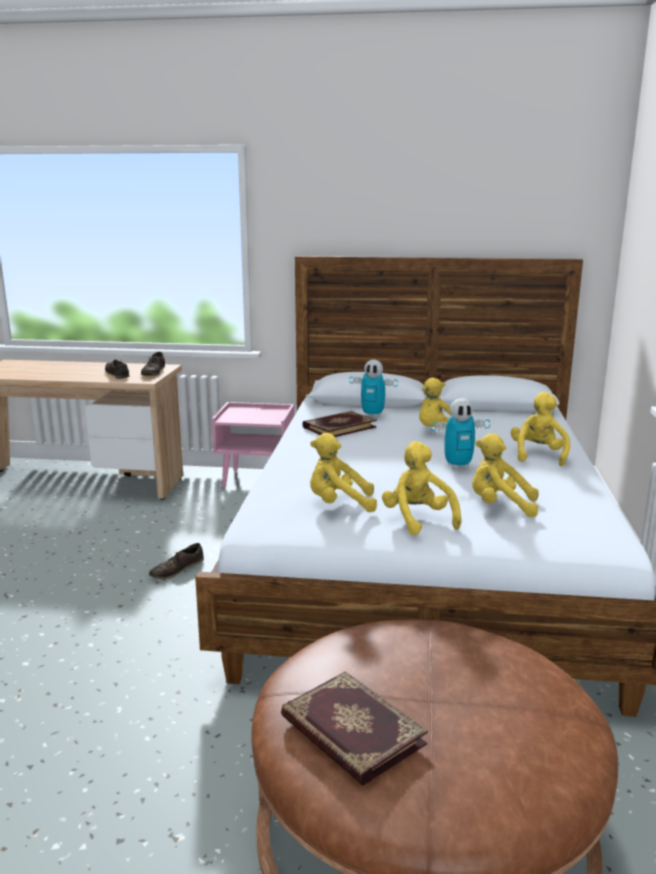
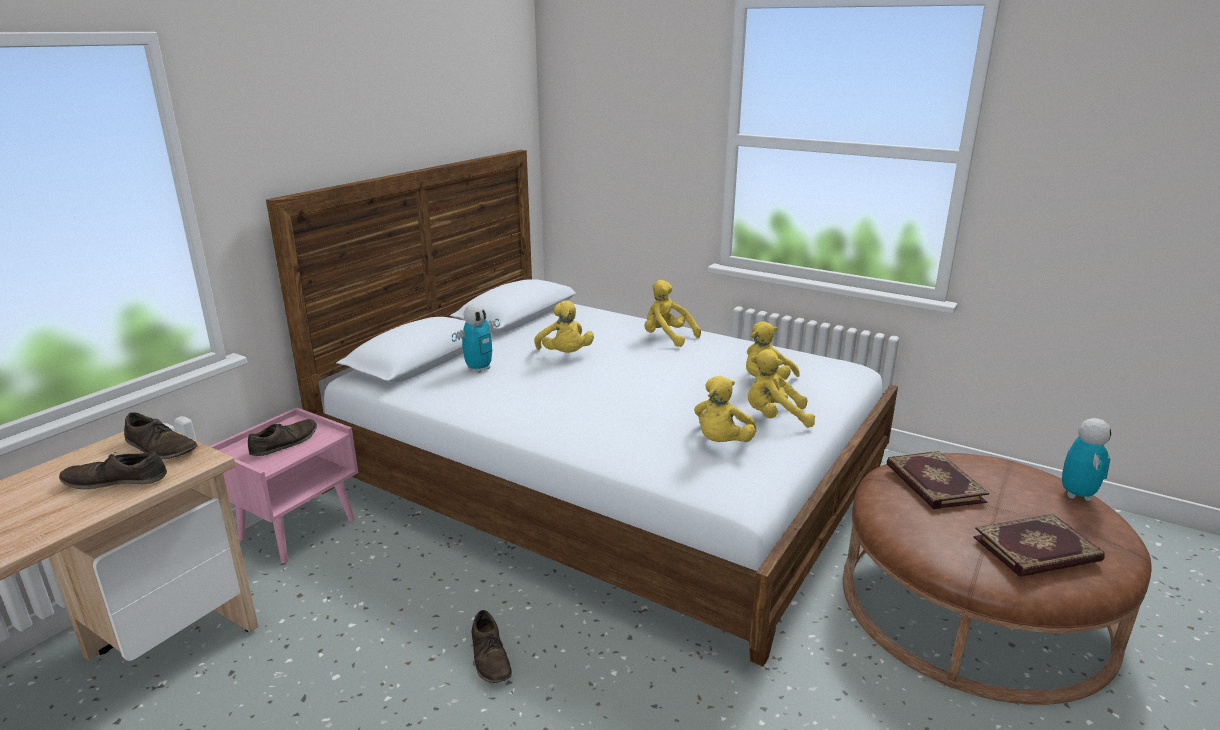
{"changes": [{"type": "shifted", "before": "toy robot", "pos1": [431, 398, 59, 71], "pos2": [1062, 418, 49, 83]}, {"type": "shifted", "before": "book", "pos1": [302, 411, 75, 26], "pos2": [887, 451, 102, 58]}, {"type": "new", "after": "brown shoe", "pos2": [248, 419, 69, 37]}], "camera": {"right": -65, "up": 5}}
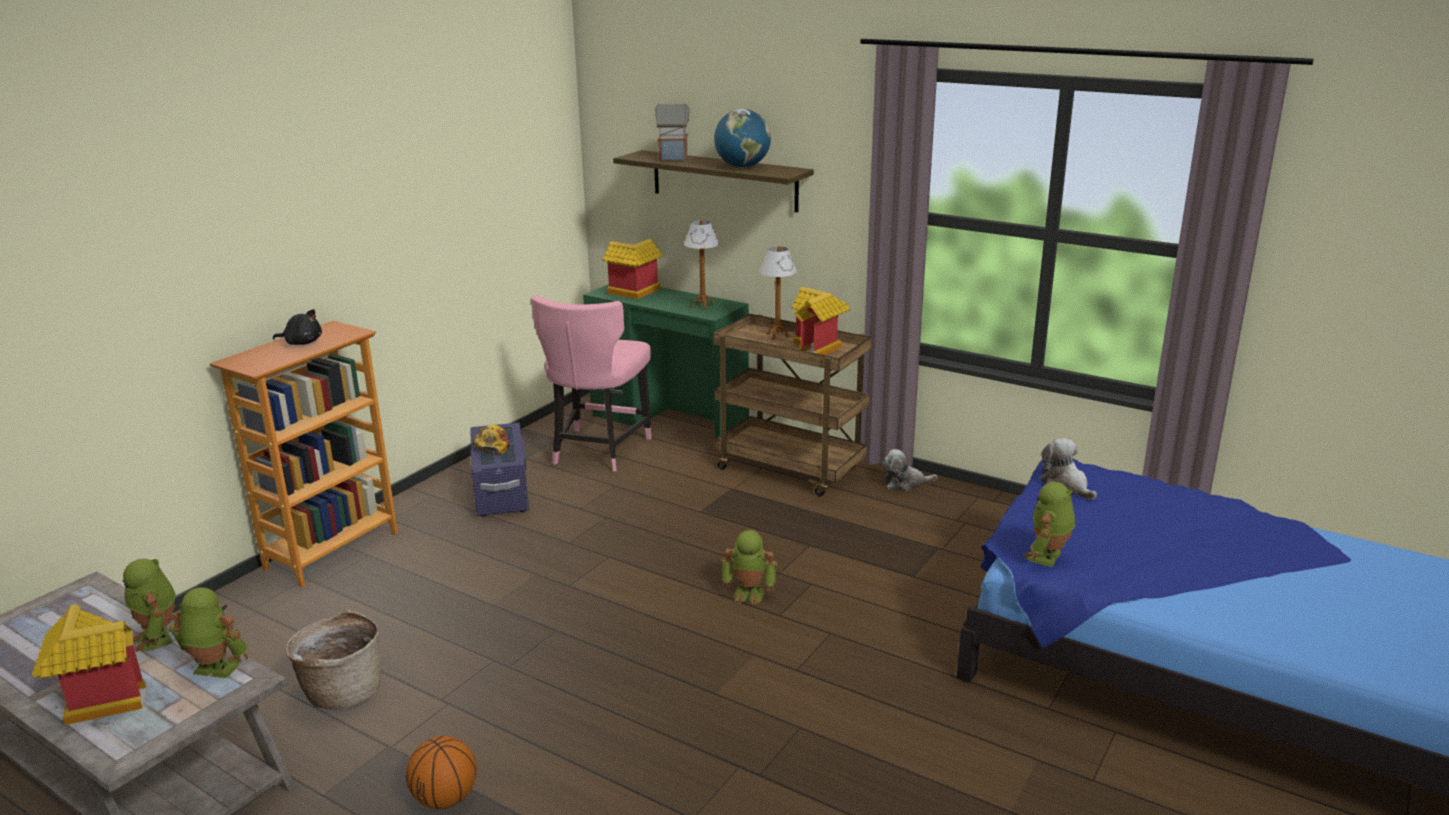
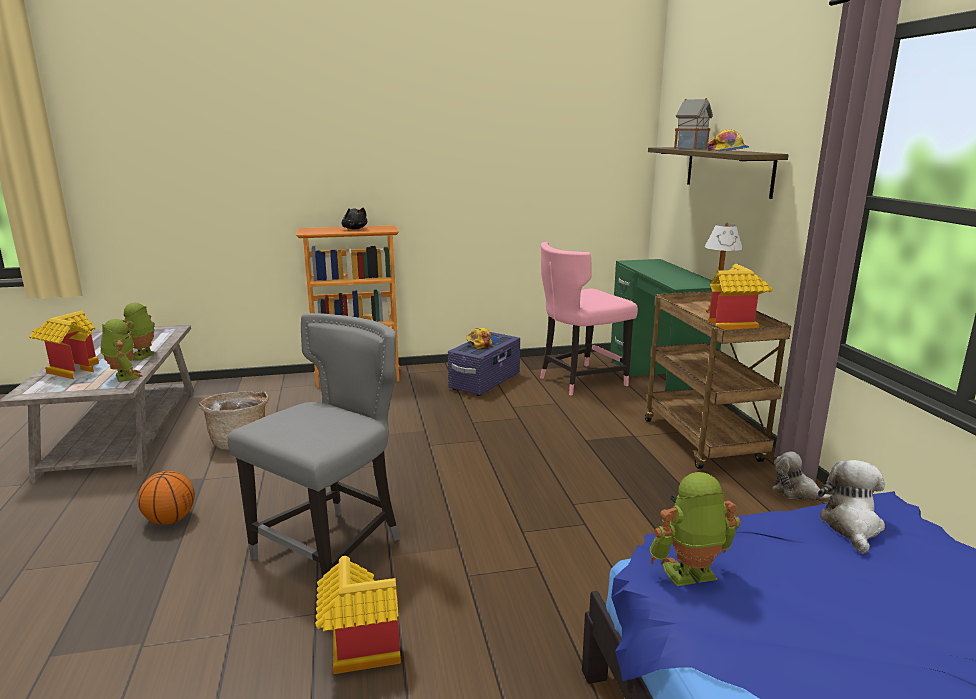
{"changes": [{"type": "swapped", "before": "globe", "after": "cap", "pos1": [714, 109, 57, 59], "pos2": [707, 129, 42, 22]}, {"type": "gone", "before": "table lamp", "pos1": [684, 220, 35, 89]}, {"type": "shifted", "before": "toy house", "pos1": [603, 239, 61, 60], "pos2": [315, 556, 86, 118]}, {"type": "gone", "before": "toy robot", "pos1": [721, 530, 56, 75]}, {"type": "new", "after": "grey chair", "pos2": [228, 313, 172, 265]}], "camera": {"right": 45, "up": -5}}
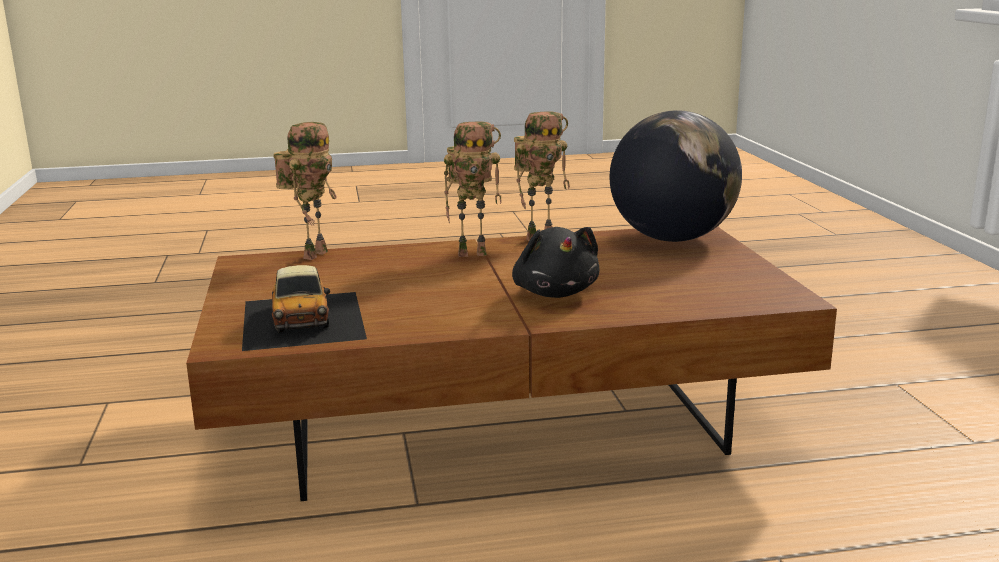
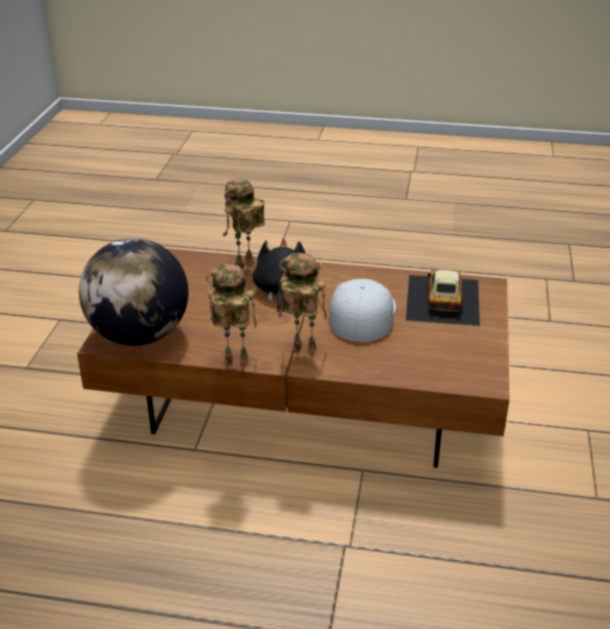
{"changes": [{"type": "shifted", "before": "toy robot", "pos1": [273, 122, 64, 138], "pos2": [223, 178, 42, 91]}, {"type": "new", "after": "white cap", "pos2": [329, 279, 67, 63]}], "camera": {"right": -160, "up": 15}}
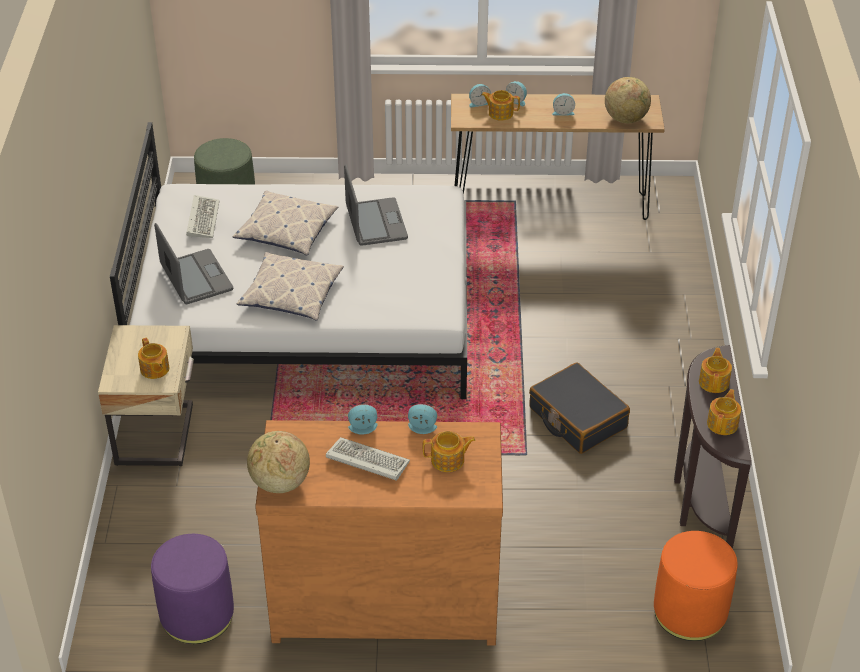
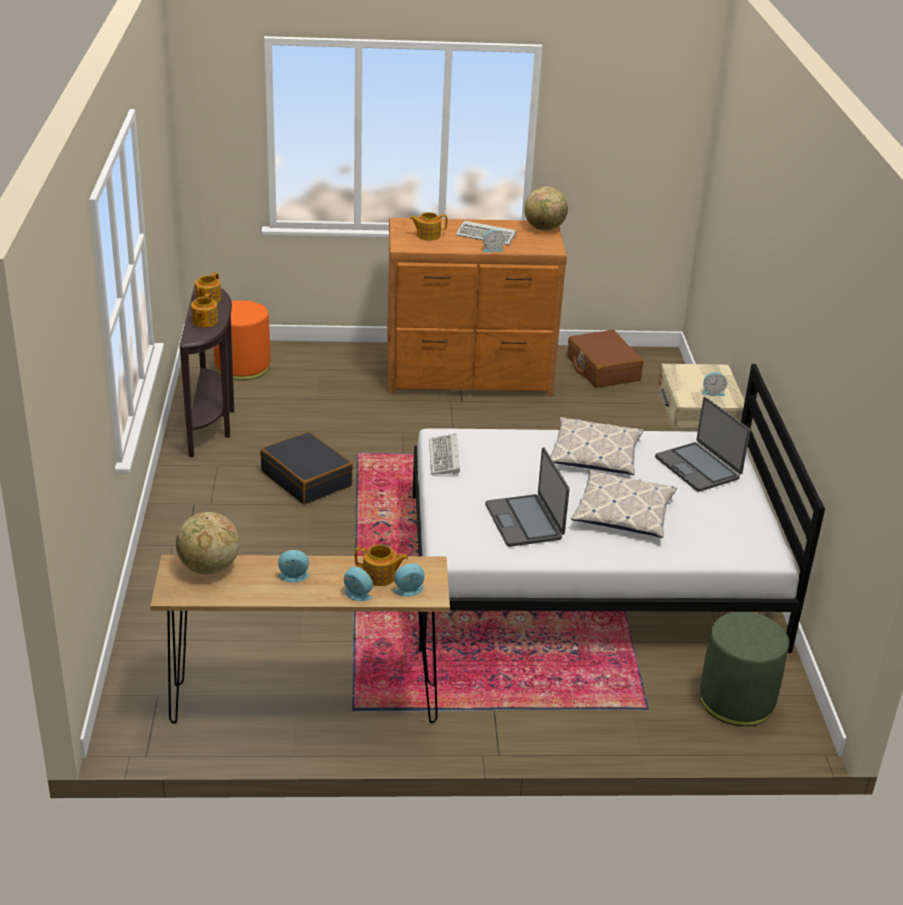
{"changes": [{"type": "shifted", "before": "keyboard", "pos1": [186, 195, 34, 43], "pos2": [429, 433, 31, 42]}, {"type": "gone", "before": "teapot", "pos1": [138, 337, 31, 42]}, {"type": "shifted", "before": "alarm clock", "pos1": [408, 404, 29, 30], "pos2": [701, 372, 26, 24]}, {"type": "swapped", "before": "purple ottoman", "after": "brown suitcase", "pos1": [151, 534, 83, 110], "pos2": [568, 330, 75, 58]}], "camera": {"right": 175, "up": -10}}
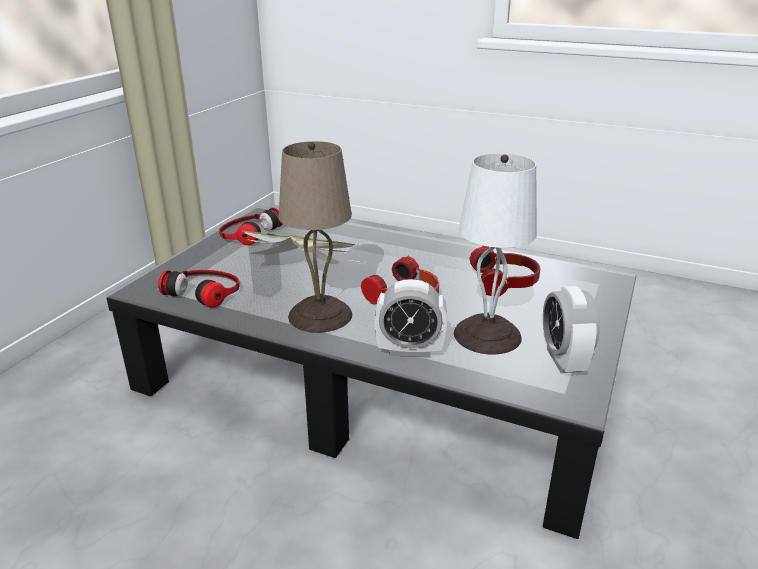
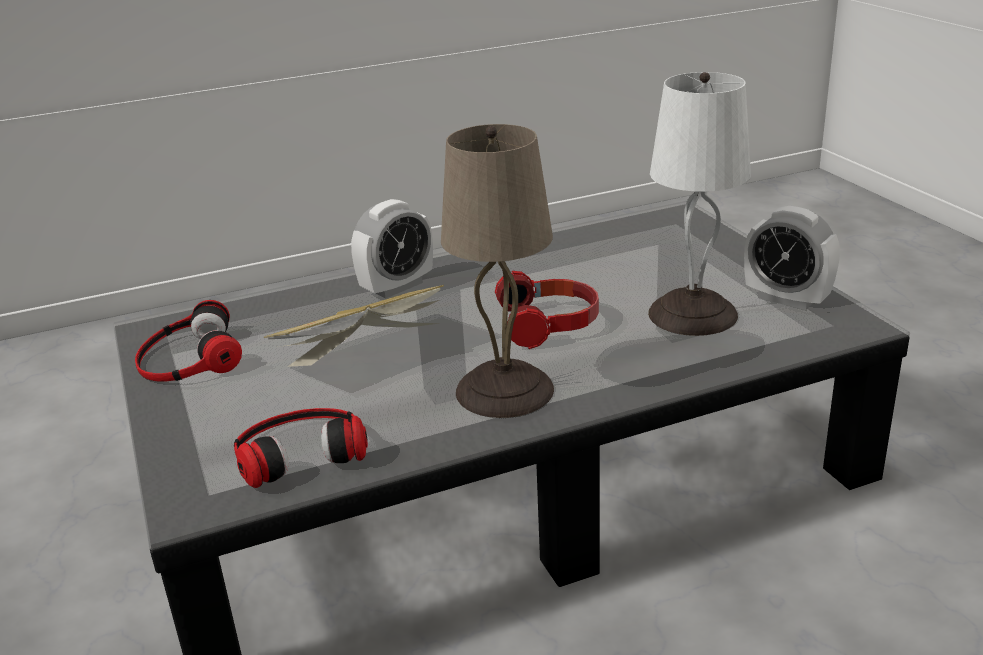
{"changes": [{"type": "gone", "before": "headphones", "pos1": [469, 245, 72, 52]}, {"type": "shifted", "before": "alarm clock", "pos1": [374, 279, 73, 78], "pos2": [351, 199, 82, 100]}], "camera": {"right": -45, "up": 0}}
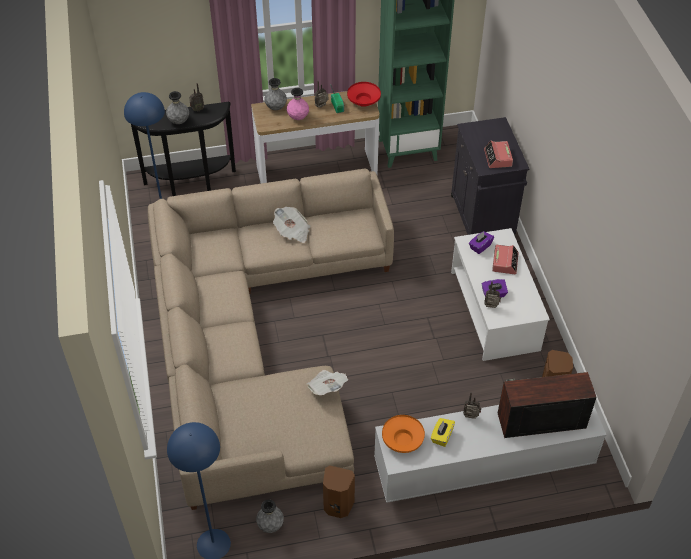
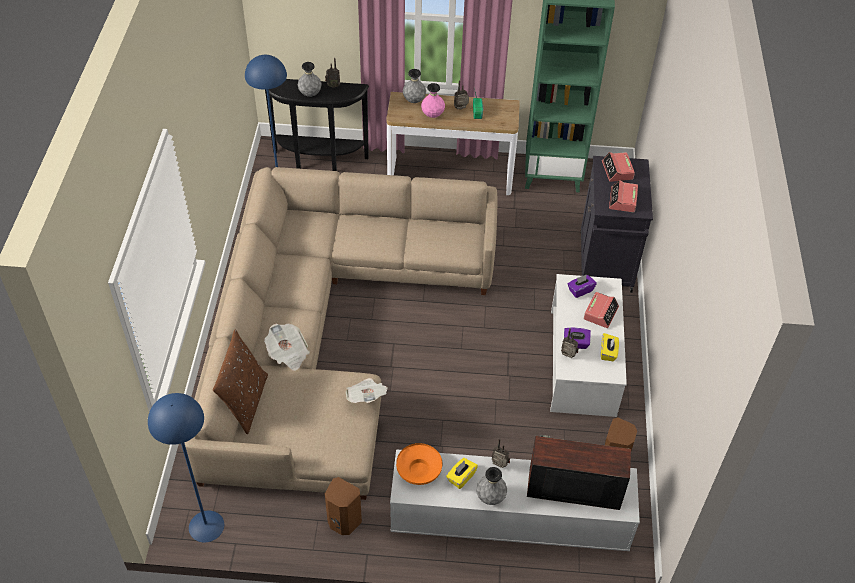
{"changes": [{"type": "gone", "before": "red bowl", "pos1": [347, 82, 34, 25]}, {"type": "shifted", "before": "newspaper", "pos1": [273, 207, 37, 36], "pos2": [264, 324, 46, 47]}, {"type": "shifted", "before": "grey vase", "pos1": [256, 499, 28, 34], "pos2": [476, 467, 31, 38]}, {"type": "new", "after": "alarm clock", "pos2": [602, 152, 33, 30]}, {"type": "new", "after": "brown pillow", "pos2": [213, 330, 55, 104]}, {"type": "new", "after": "yellow tissue box", "pos2": [601, 333, 18, 28]}], "camera": {"right": 15, "up": 0}}
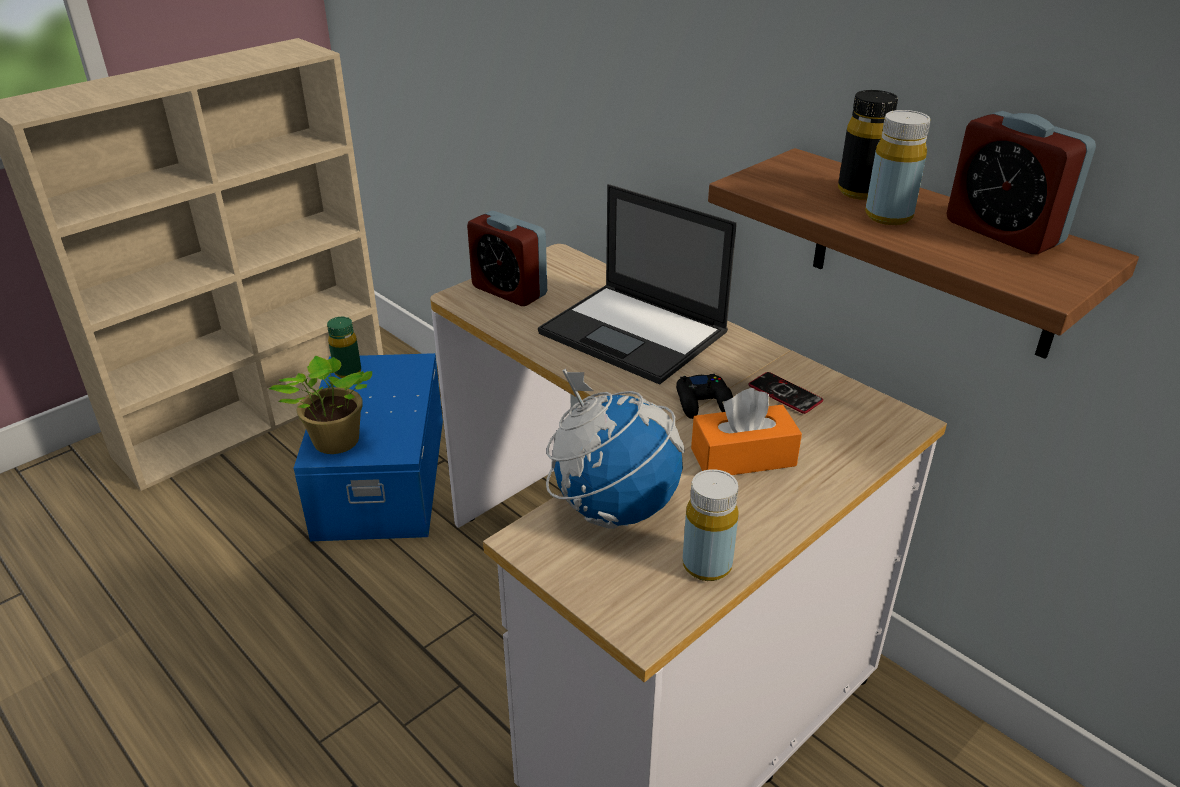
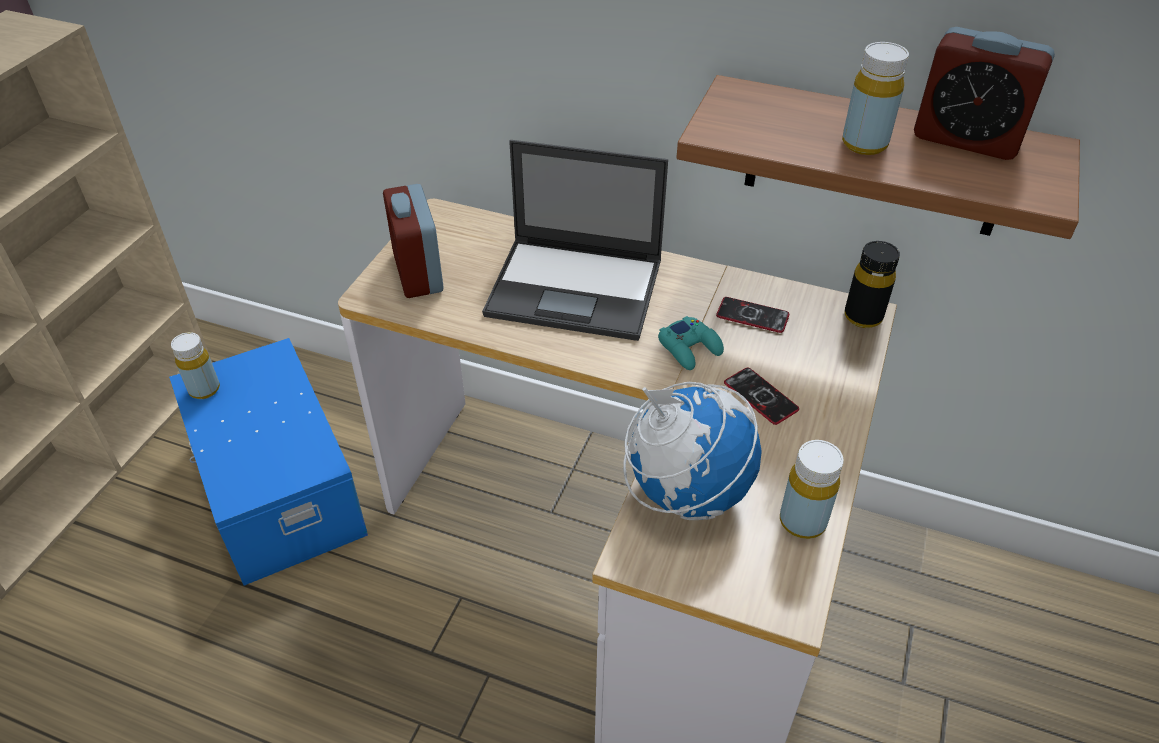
{"changes": [{"type": "shifted", "before": "black bottle", "pos1": [838, 90, 60, 110], "pos2": [844, 241, 56, 87]}, {"type": "rotated", "before": "alarm clock", "pos1": [467, 211, 80, 95], "pos2": [383, 184, 61, 114], "turn": 60}, {"type": "repainted", "before": "green bottle", "after": "yellow bottle", "pos1": [327, 317, 34, 61], "pos2": [171, 332, 49, 67]}, {"type": "gone", "before": "potted plant", "pos1": [269, 356, 103, 98]}, {"type": "repainted", "before": "black game controller", "after": "turquoise game controller", "pos1": [676, 374, 57, 45], "pos2": [658, 316, 66, 54]}, {"type": "swapped", "before": "orange tissue box", "after": "phone", "pos1": [691, 388, 111, 87], "pos2": [724, 367, 75, 58]}], "camera": {"right": -25, "up": 10}}
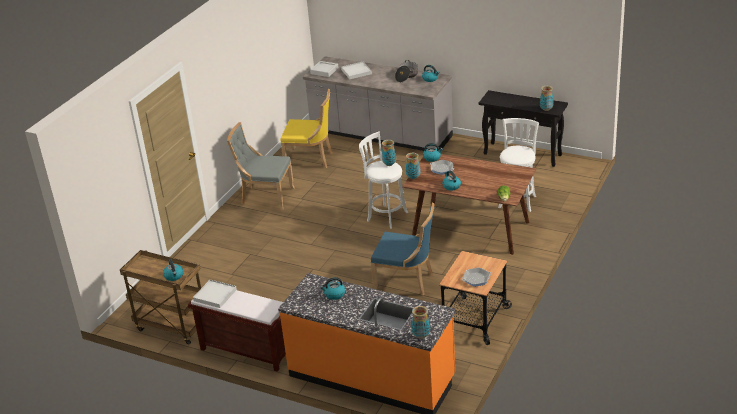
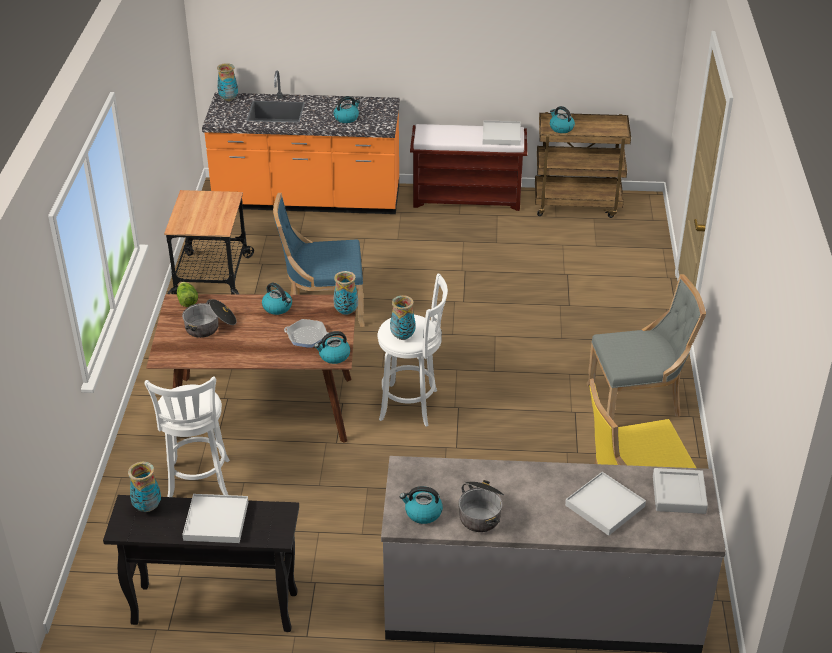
{"changes": [{"type": "gone", "before": "frying pan", "pos1": [461, 268, 31, 19]}, {"type": "new", "after": "cooking pot", "pos2": [182, 299, 55, 39]}, {"type": "new", "after": "white tray", "pos2": [182, 494, 66, 49]}], "camera": {"right": 155, "up": 5}}
